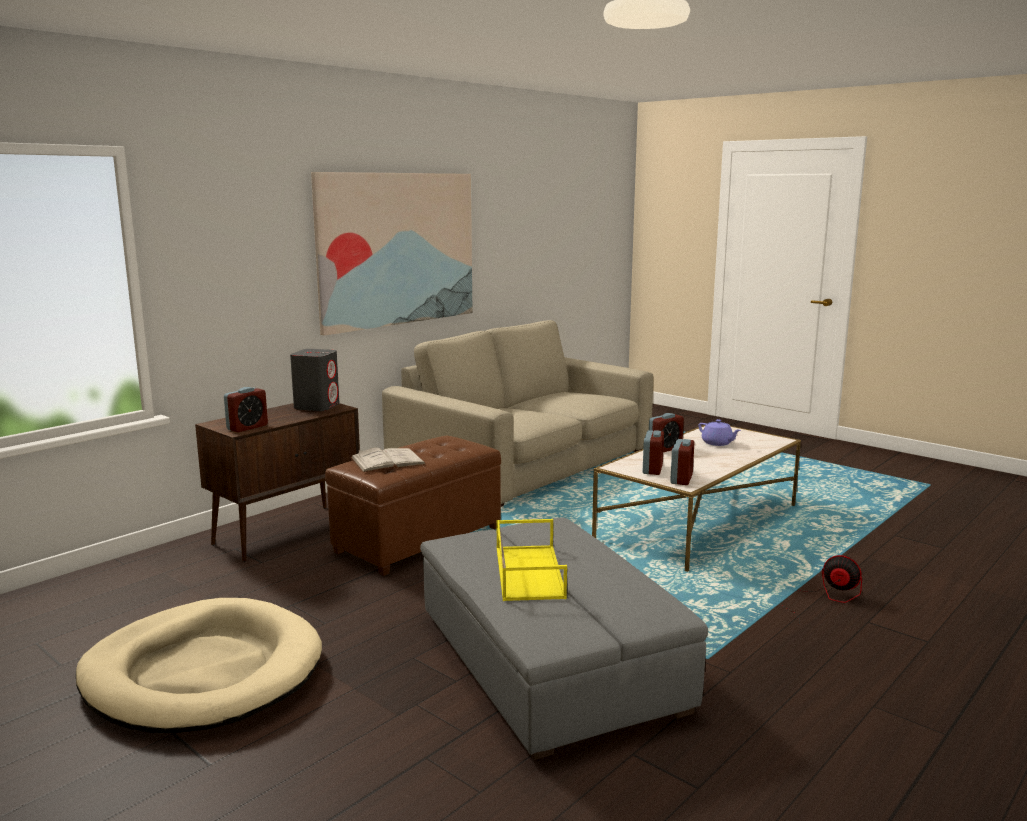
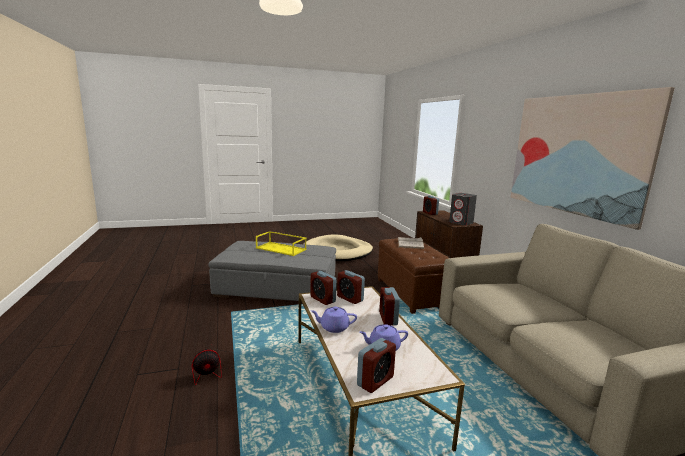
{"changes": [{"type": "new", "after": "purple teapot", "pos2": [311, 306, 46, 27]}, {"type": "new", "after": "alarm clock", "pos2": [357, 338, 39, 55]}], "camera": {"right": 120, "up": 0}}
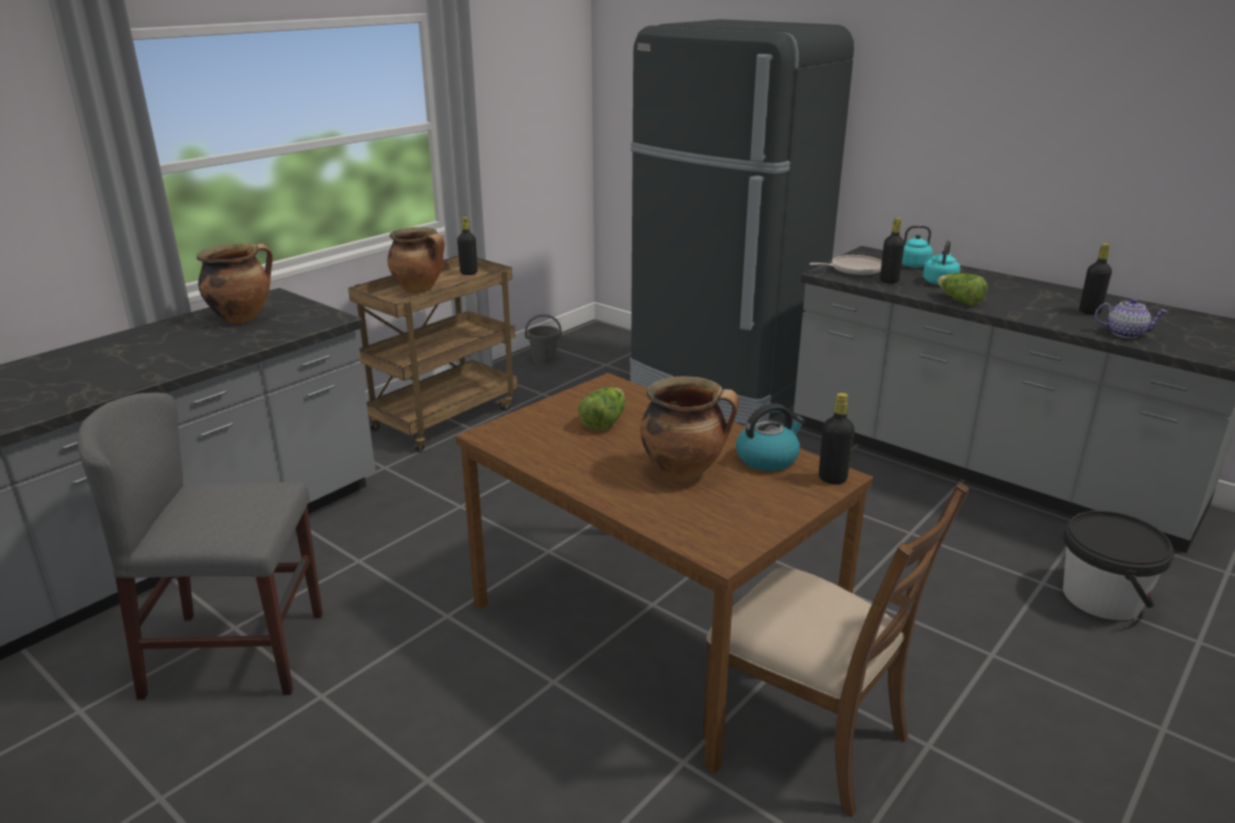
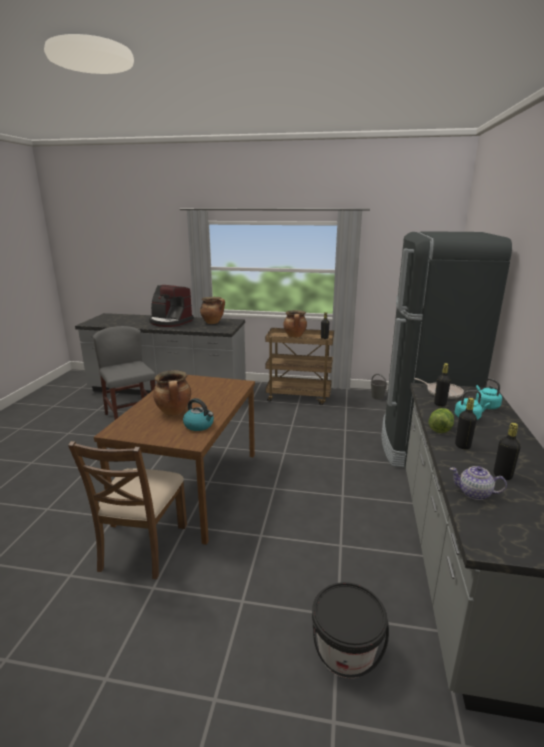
{"changes": [{"type": "rotated", "before": "teapot", "pos1": [1095, 298, 73, 40], "pos2": [450, 466, 57, 34], "turn": 120}, {"type": "gone", "before": "lettuce", "pos1": [578, 388, 47, 43]}, {"type": "shifted", "before": "black bottle", "pos1": [819, 393, 36, 91], "pos2": [455, 398, 22, 52]}, {"type": "new", "after": "coffee machine", "pos2": [149, 285, 45, 42]}], "camera": {"right": 60, "up": -5}}
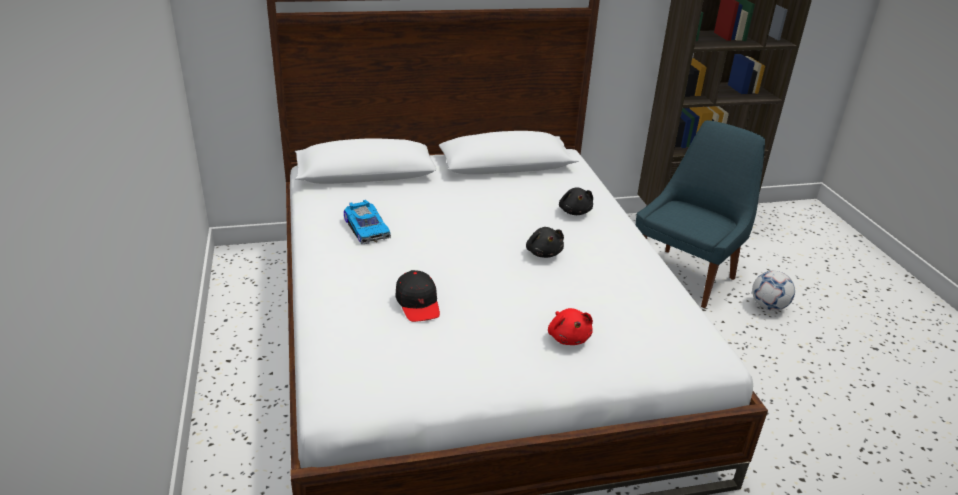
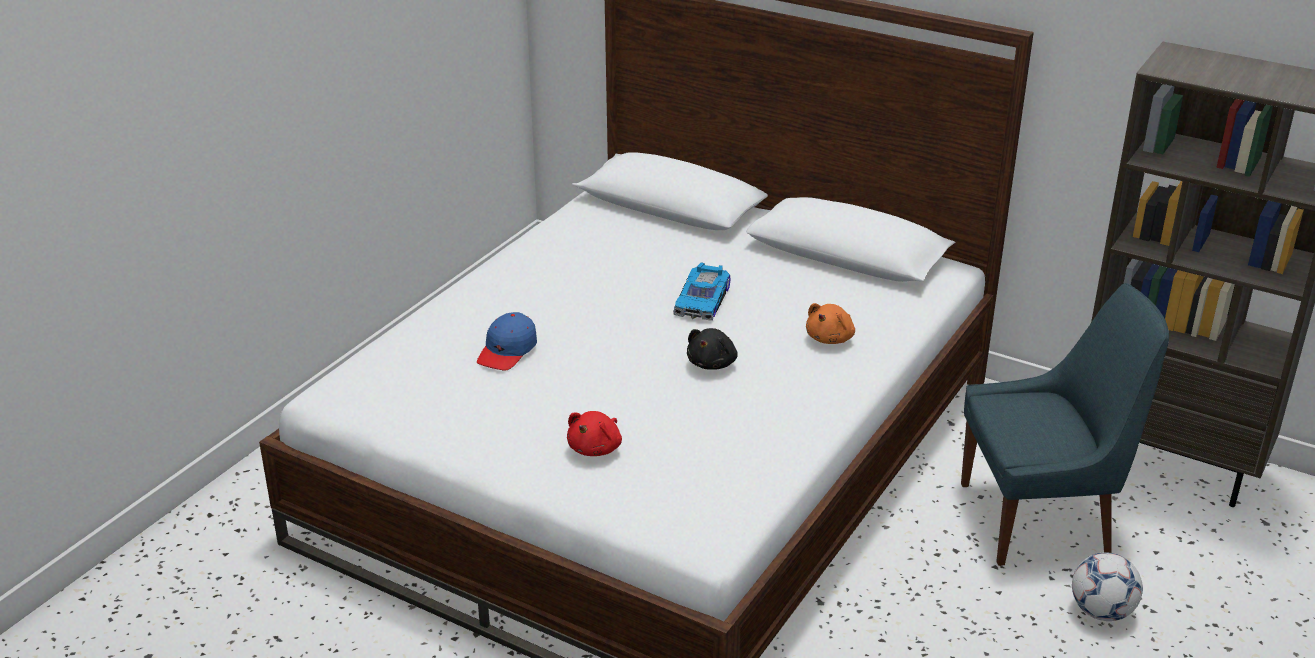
{"changes": [{"type": "repainted", "before": "black plush toy", "after": "orange plush toy", "pos1": [559, 187, 34, 28], "pos2": [806, 303, 49, 41]}, {"type": "shifted", "before": "toy car", "pos1": [344, 200, 47, 44], "pos2": [673, 262, 57, 59]}, {"type": "repainted", "before": "black cap", "after": "blue cap", "pos1": [395, 270, 45, 52], "pos2": [477, 312, 60, 59]}], "camera": {"right": 45, "up": 0}}
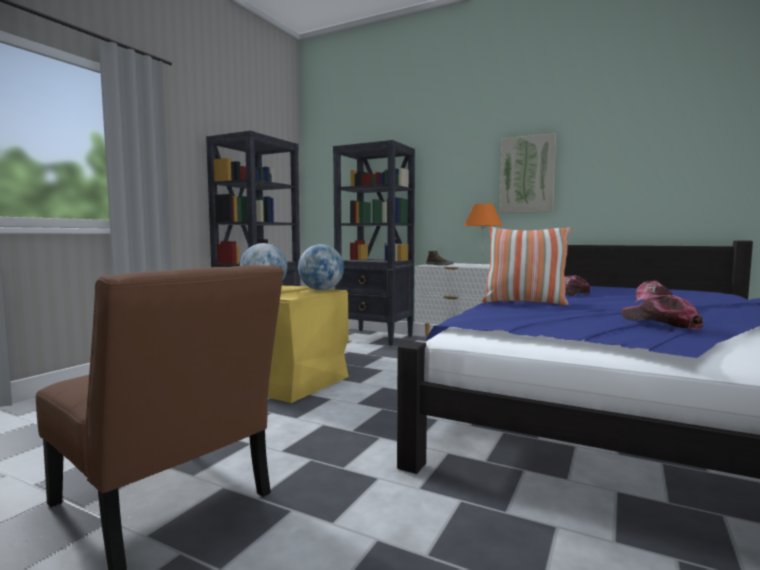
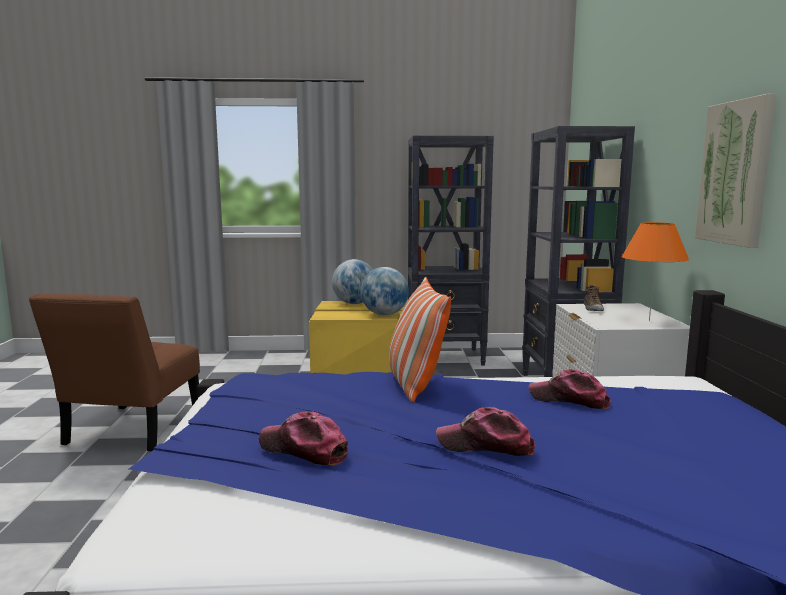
{"changes": [{"type": "rotated", "before": "cap", "pos1": [621, 295, 83, 34], "pos2": [259, 411, 89, 55], "turn": -90}], "camera": {"right": 60, "up": 5}}
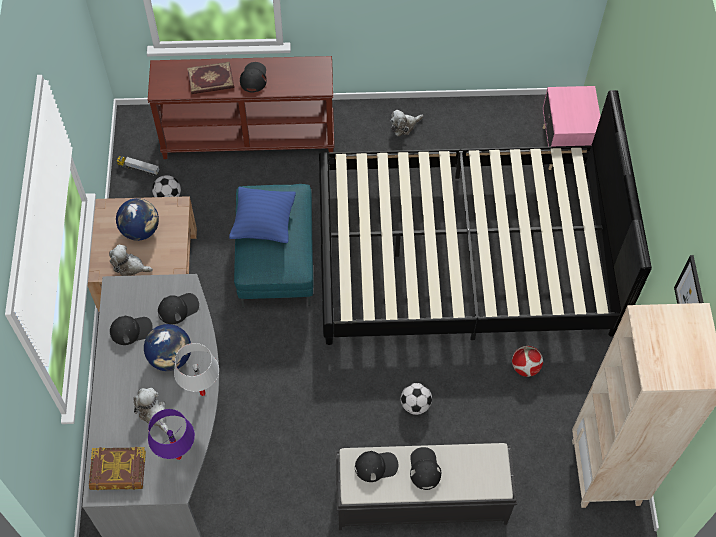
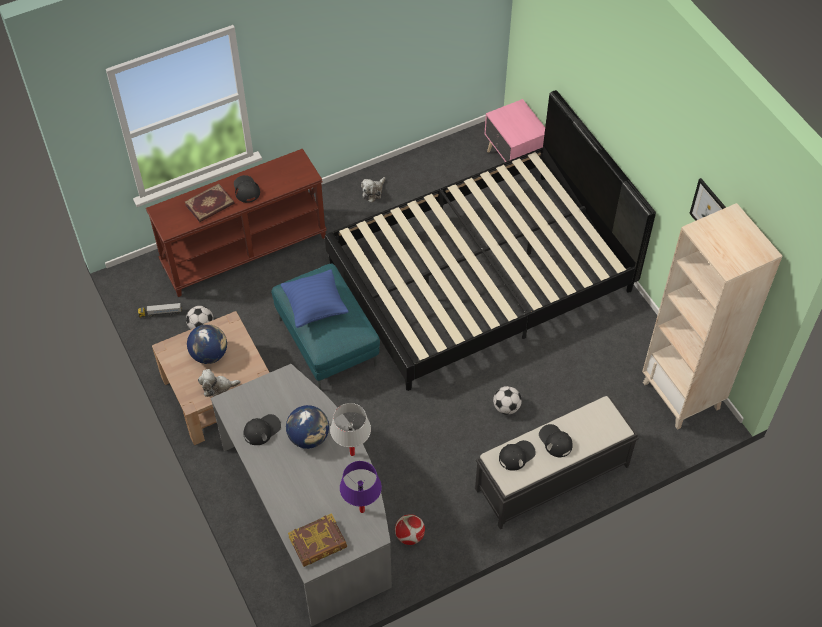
{"changes": [{"type": "gone", "before": "black cap", "pos1": [158, 293, 41, 31]}, {"type": "shifted", "before": "football", "pos1": [512, 346, 31, 31], "pos2": [395, 514, 30, 31]}, {"type": "gone", "before": "plush toy", "pos1": [133, 388, 35, 45]}], "camera": {"right": -25, "up": -5}}
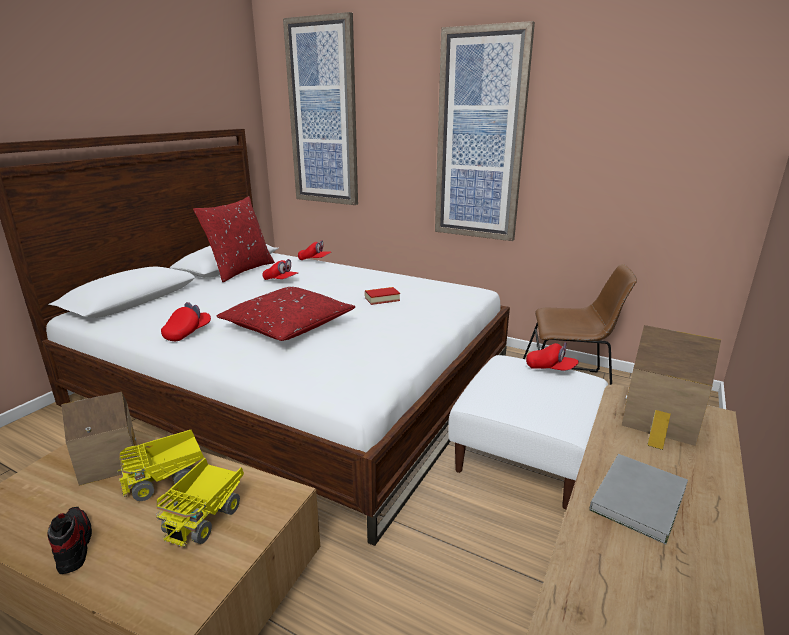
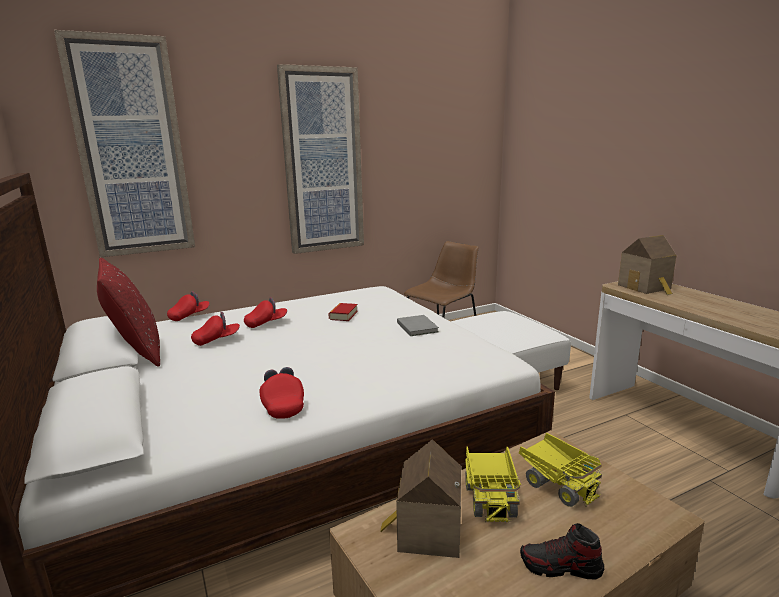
{"changes": [{"type": "gone", "before": "red pillow", "pos1": [217, 287, 138, 54]}, {"type": "shifted", "before": "red cap", "pos1": [526, 342, 53, 29], "pos2": [244, 297, 43, 31]}, {"type": "shifted", "before": "grey book", "pos1": [589, 454, 99, 90], "pos2": [397, 315, 42, 21]}], "camera": {"right": -55, "up": -5}}
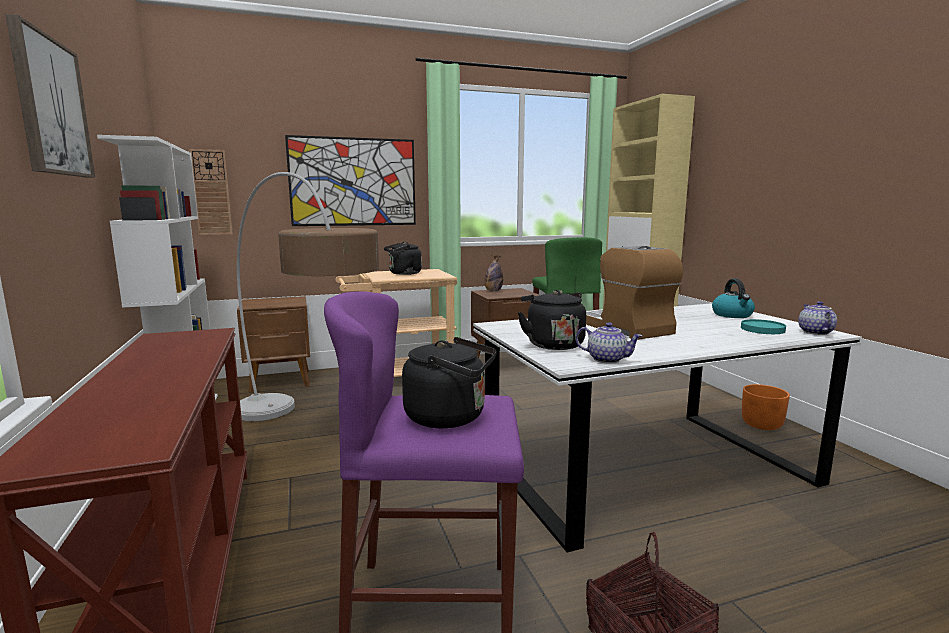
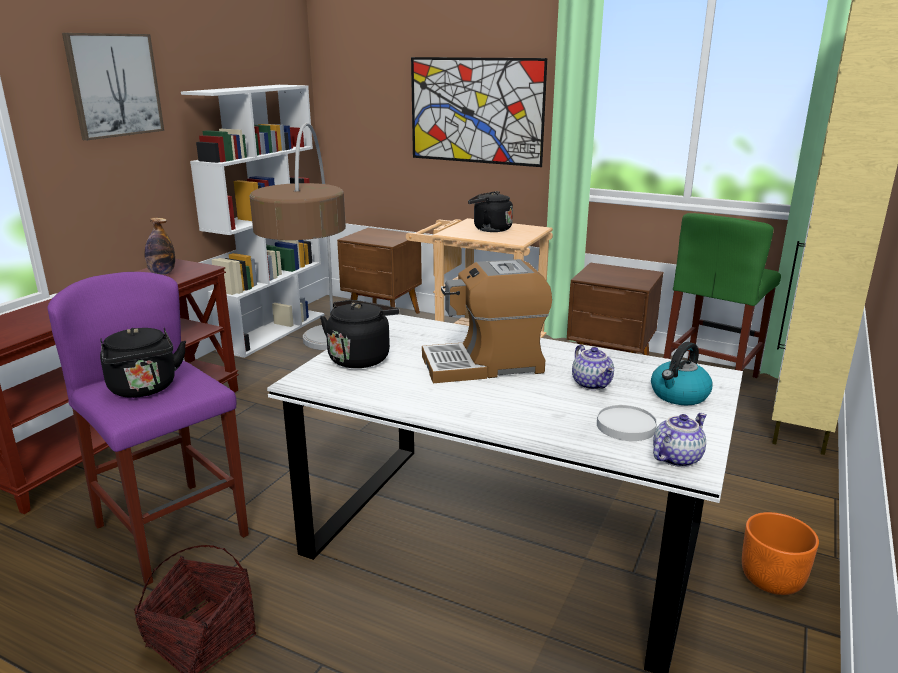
{"changes": [{"type": "gone", "before": "wall clock", "pos1": [189, 149, 44, 86]}, {"type": "rotated", "before": "coffee machine", "pos1": [586, 246, 97, 94], "pos2": [422, 259, 130, 124], "turn": -120}, {"type": "shifted", "before": "bottle", "pos1": [485, 255, 18, 37], "pos2": [144, 218, 31, 57]}, {"type": "repainted", "before": "turquoise plate", "after": "white plate", "pos1": [741, 319, 45, 15], "pos2": [597, 405, 60, 36]}, {"type": "shifted", "before": "teapot", "pos1": [576, 322, 66, 42], "pos2": [572, 344, 42, 46]}], "camera": {"right": 45, "up": 10}}
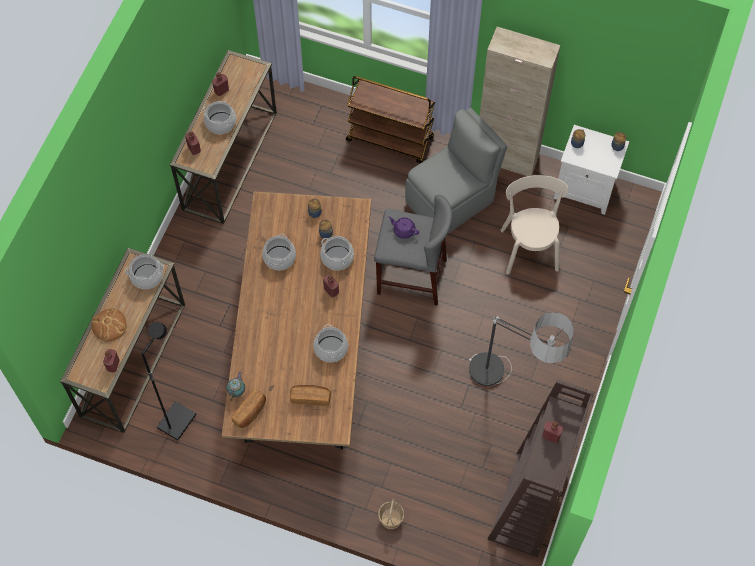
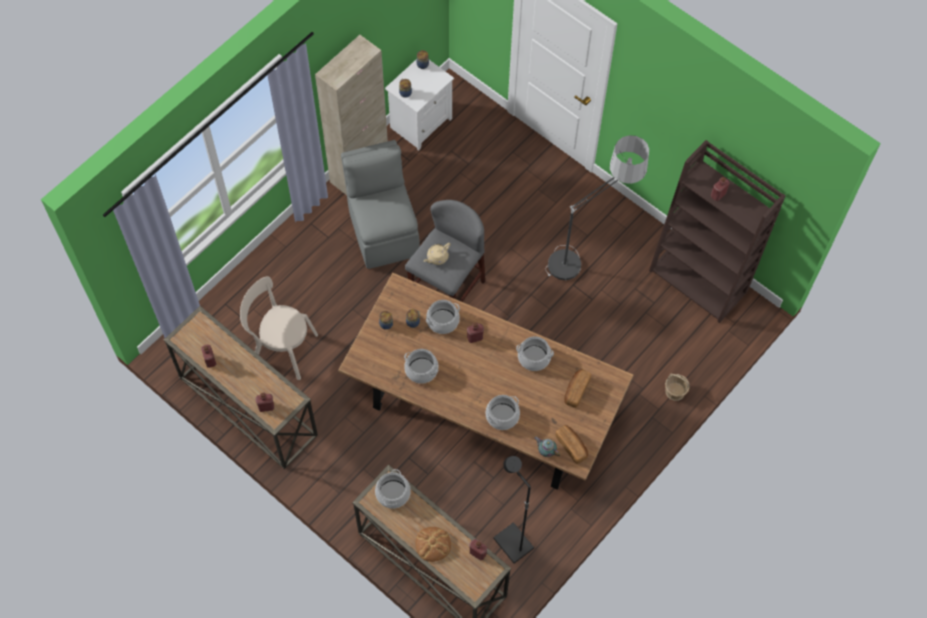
{"changes": [{"type": "gone", "before": "brown cart", "pos1": [346, 76, 89, 88]}, {"type": "shifted", "before": "cooking pot", "pos1": [203, 101, 33, 33], "pos2": [486, 395, 34, 35]}, {"type": "shifted", "before": "beige chair", "pos1": [501, 175, 67, 99], "pos2": [240, 277, 78, 103]}, {"type": "repainted", "before": "purple teapot", "after": "beige teapot", "pos1": [388, 216, 31, 23], "pos2": [424, 243, 27, 22]}], "camera": {"right": -70, "up": 0}}
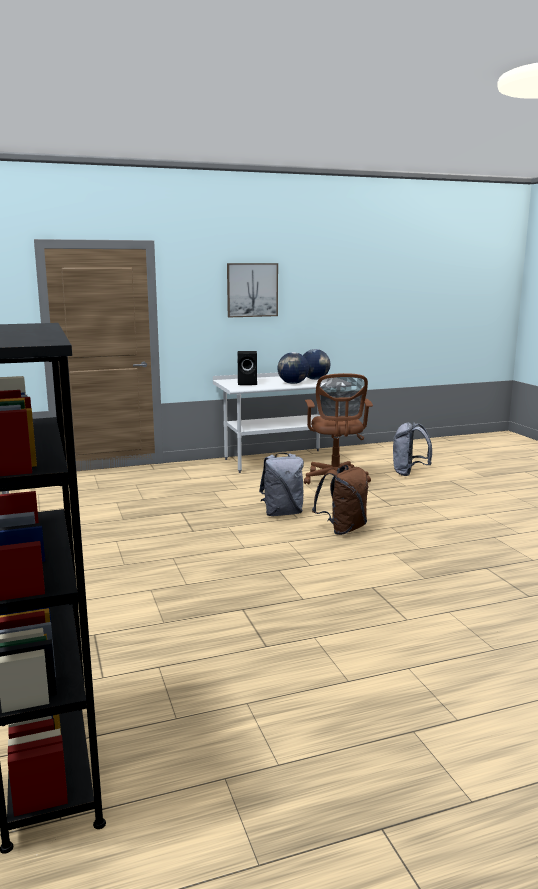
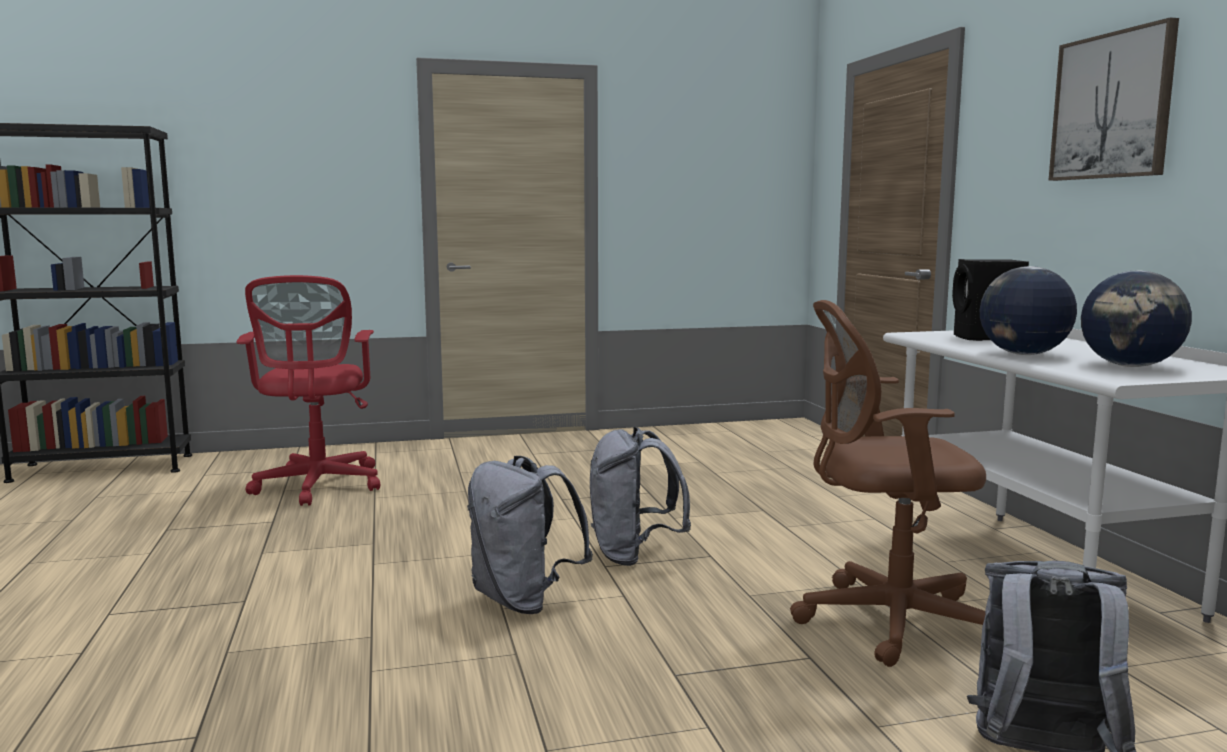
{"changes": [{"type": "repainted", "before": "brown backpack", "after": "grey backpack", "pos1": [312, 465, 56, 70], "pos2": [467, 456, 126, 158]}, {"type": "new", "after": "red office chair", "pos2": [237, 275, 143, 231]}], "camera": {"right": 95, "up": -5}}
